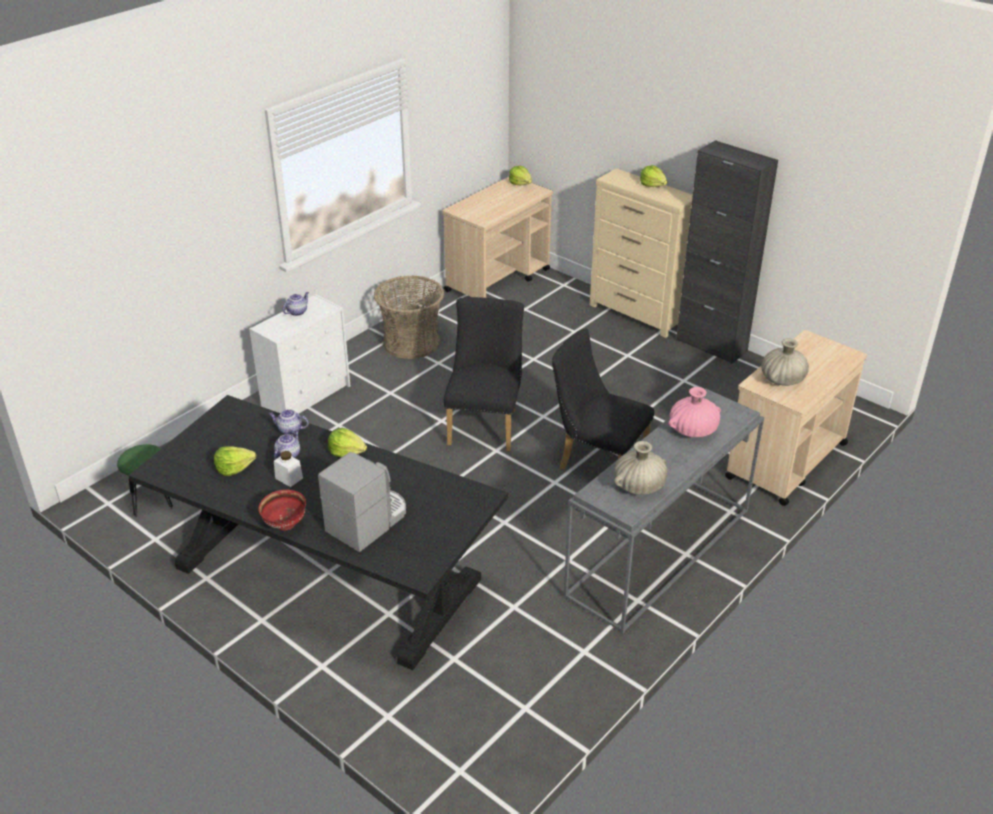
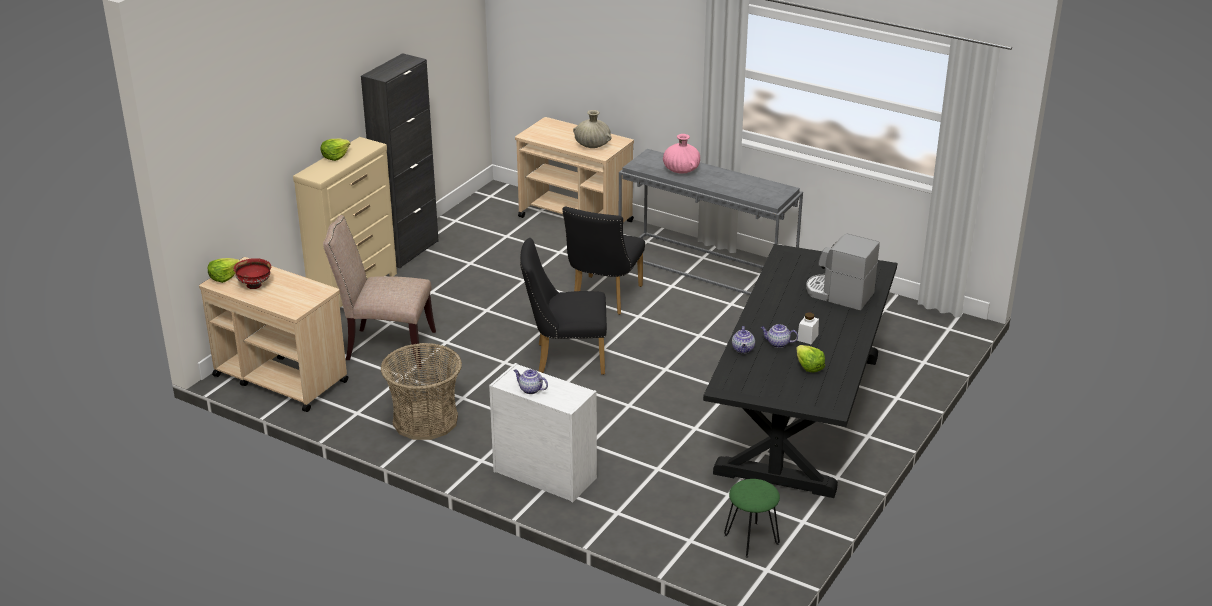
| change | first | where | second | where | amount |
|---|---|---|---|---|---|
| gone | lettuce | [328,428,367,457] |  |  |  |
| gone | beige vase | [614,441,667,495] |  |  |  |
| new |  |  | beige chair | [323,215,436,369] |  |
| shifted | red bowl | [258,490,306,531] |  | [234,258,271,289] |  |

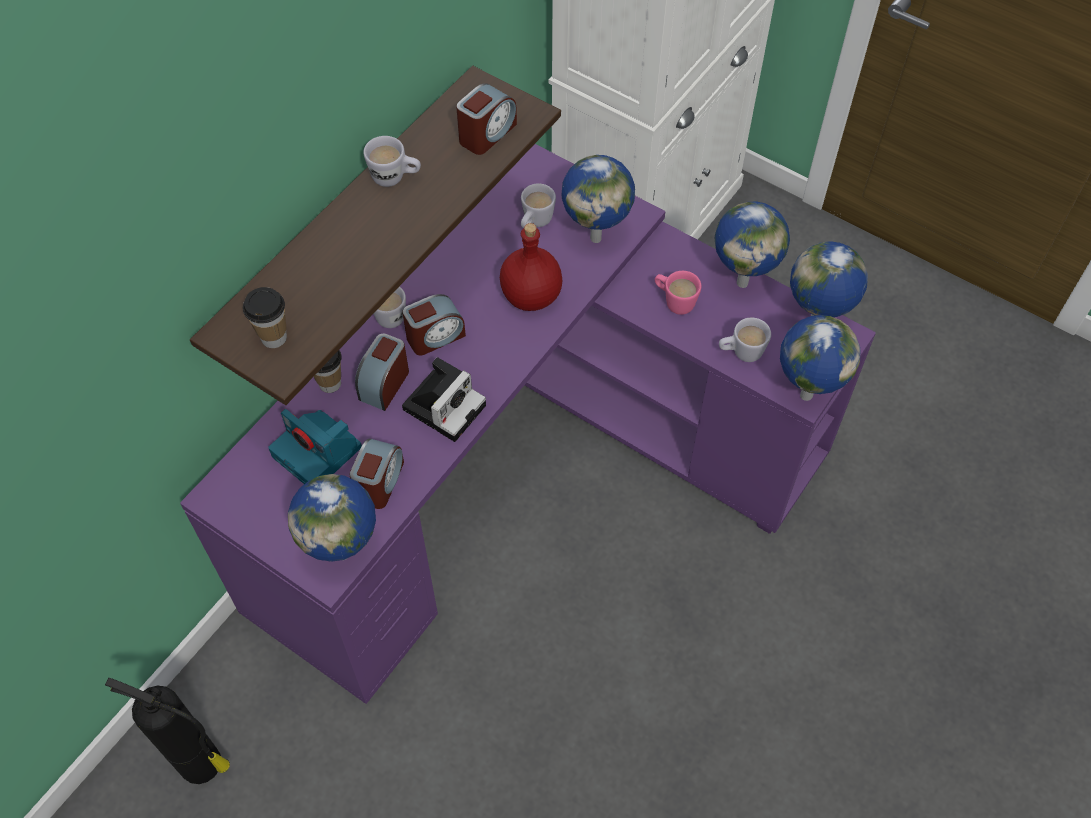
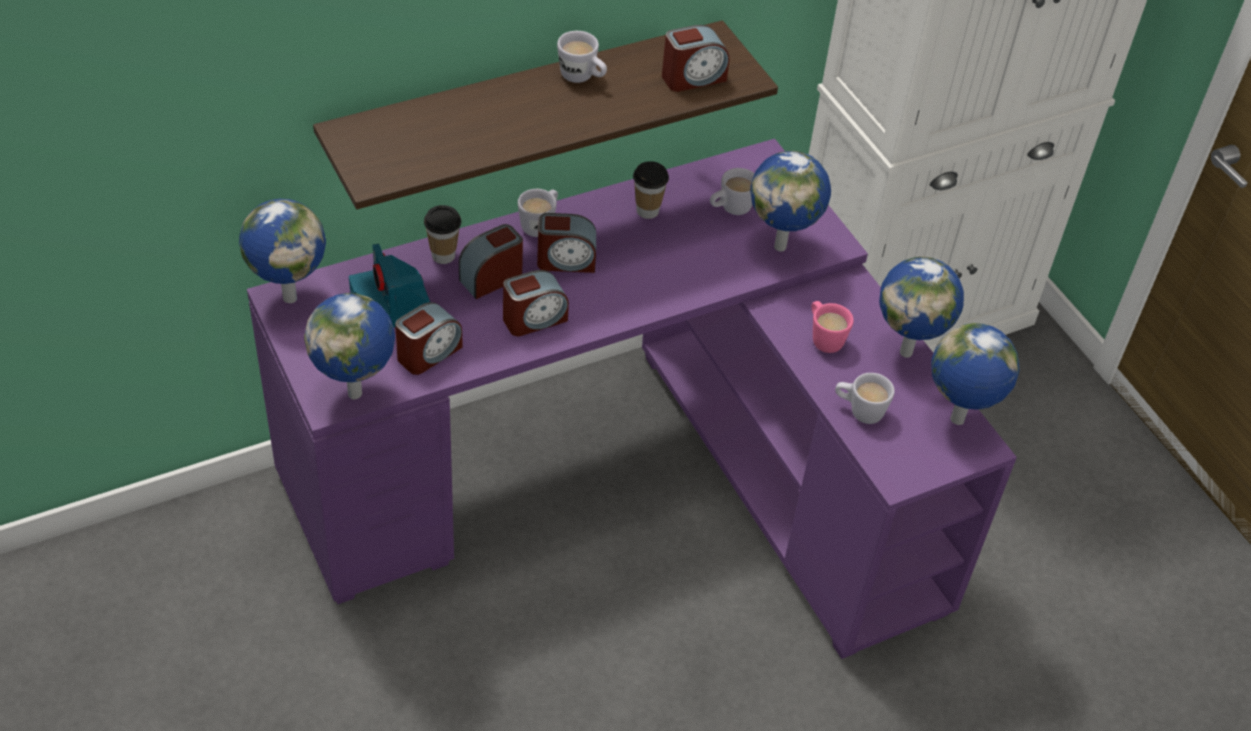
| change | first | where | second | where | amount |
|---|---|---|---|---|---|
| gone | fire extinguisher | [105,678,230,784] |  |  |  |
| gone | red bottle | [500,223,562,311] |  |  |  |
| shifted | cup | [243,287,287,348] |  | [633,161,669,219] |  |
| shifted | globe | [780,315,860,401] |  | [239,199,326,303] |  |
| swapped | photo camera | [402,357,486,442] | alarm clock | [503,270,569,336] |  |

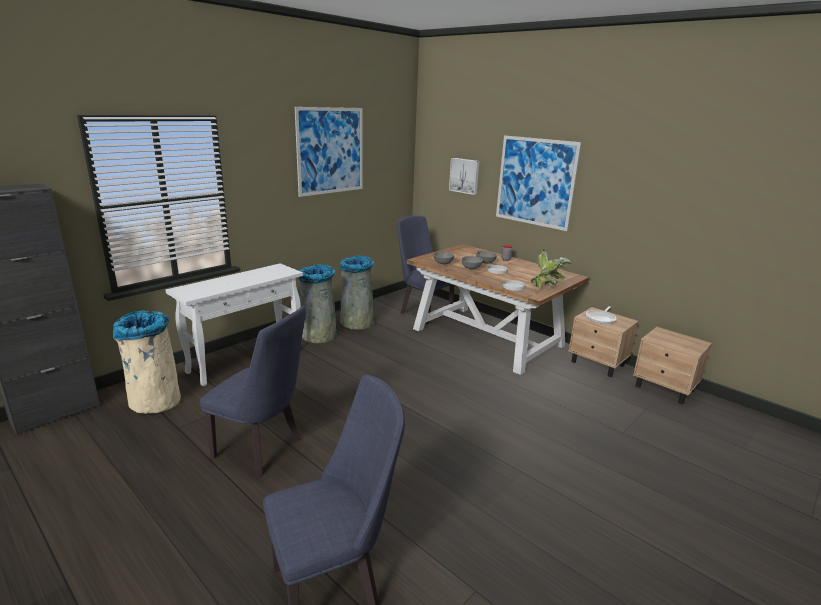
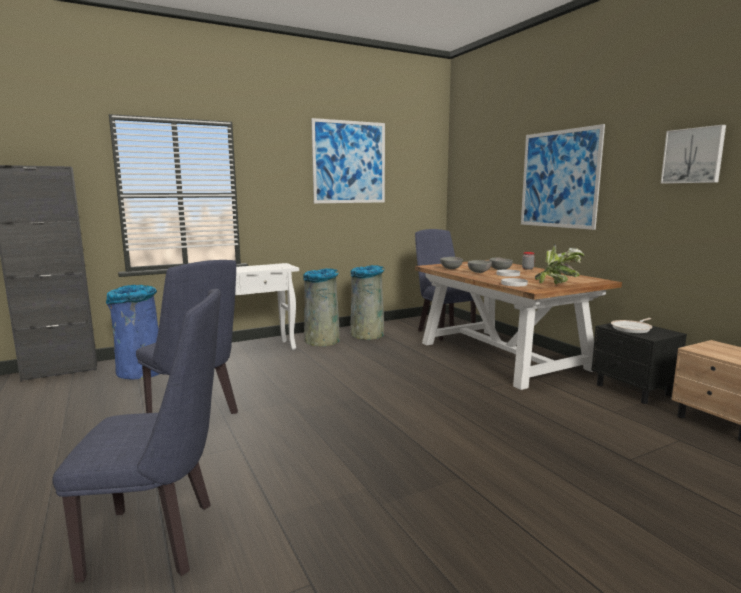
| change | first | where | second | where | amount |
|---|---|---|---|---|---|
| shifted | picture | [449,158,480,195] |  | [661,125,726,184] |  |
| repainted | beige trash can | [113,310,181,414] | blue trash can | [106,285,159,380] |  |
| repainted | beige nightstand | [569,307,639,377] | black nightstand | [591,323,687,404] |  |

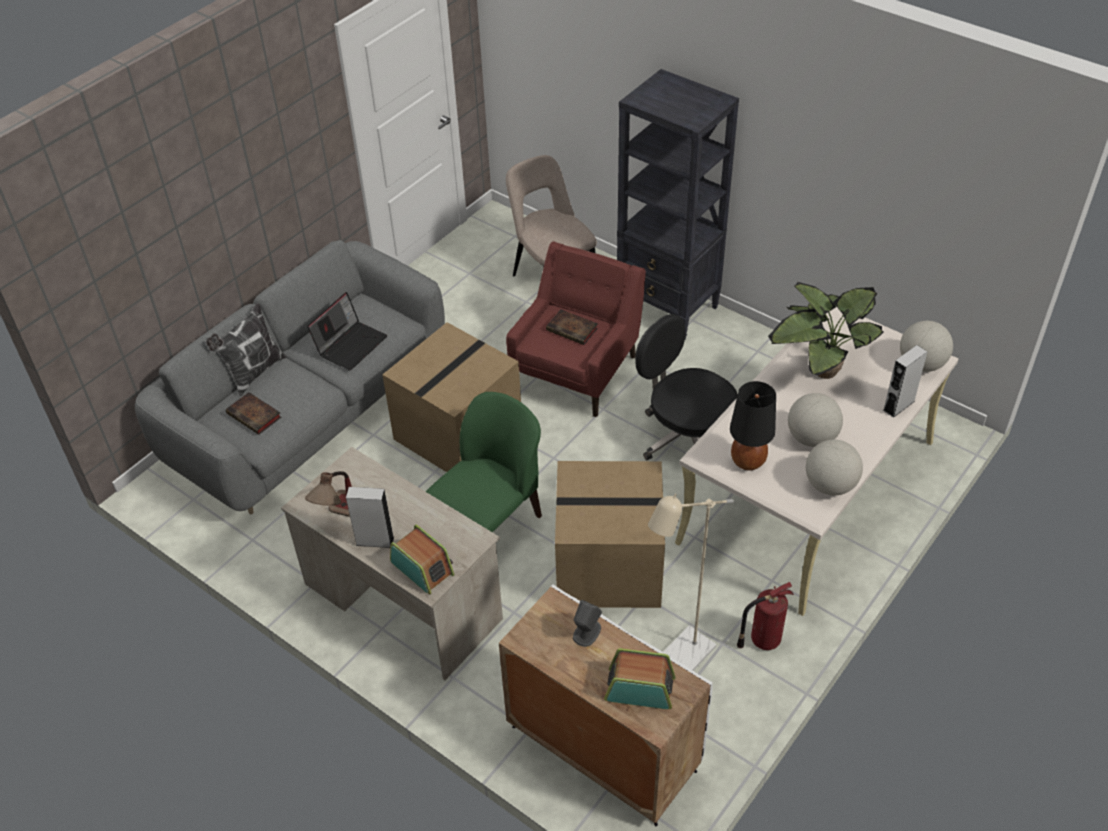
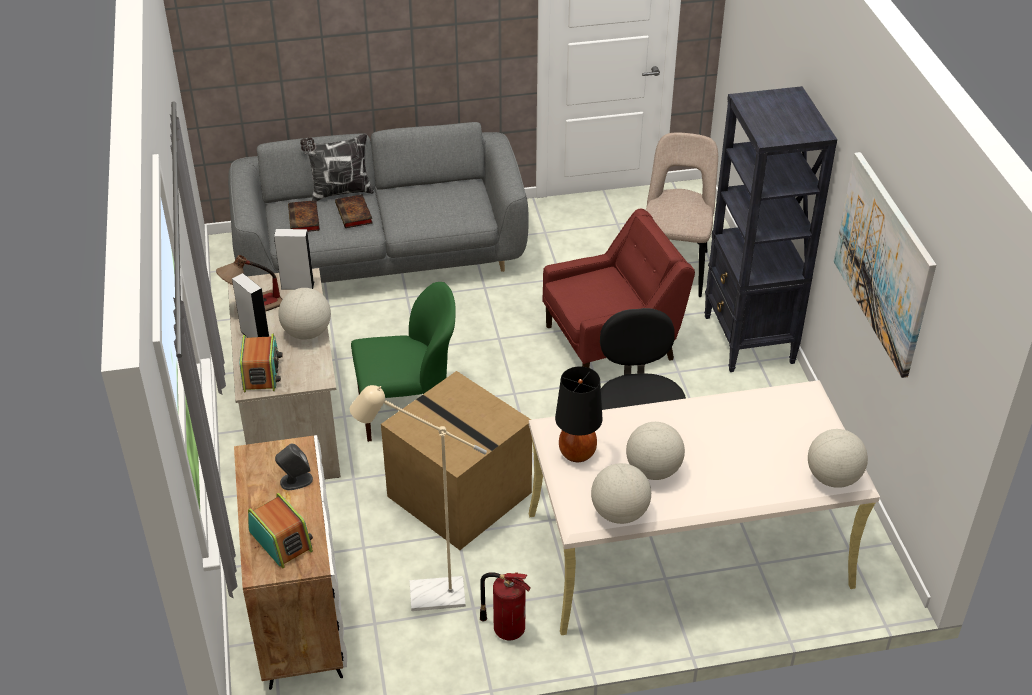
| change | first | where | second | where | amount |
|---|---|---|---|---|---|
| gone | laptop | [307,292,387,371] |  |  |  |
| gone | cardboard box | [382,322,521,472] |  |  |  |
| gone | potted plant | [768,282,884,379] |  |  |  |
| new |  |  | globe | [278,288,331,340] |  |
| new |  |  | picture | [834,152,936,378] |  |
| shifted | book | [546,309,598,345] |  | [335,194,373,228] |  |
| shifted | grey speaker | [883,345,927,418] |  | [274,229,314,290] |  |

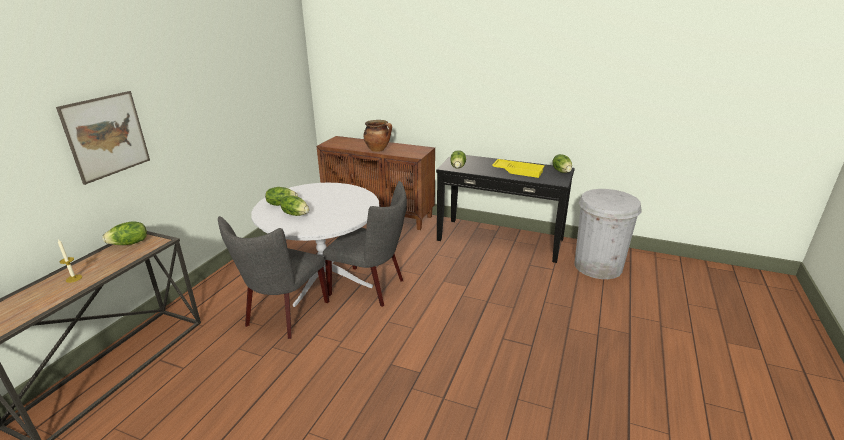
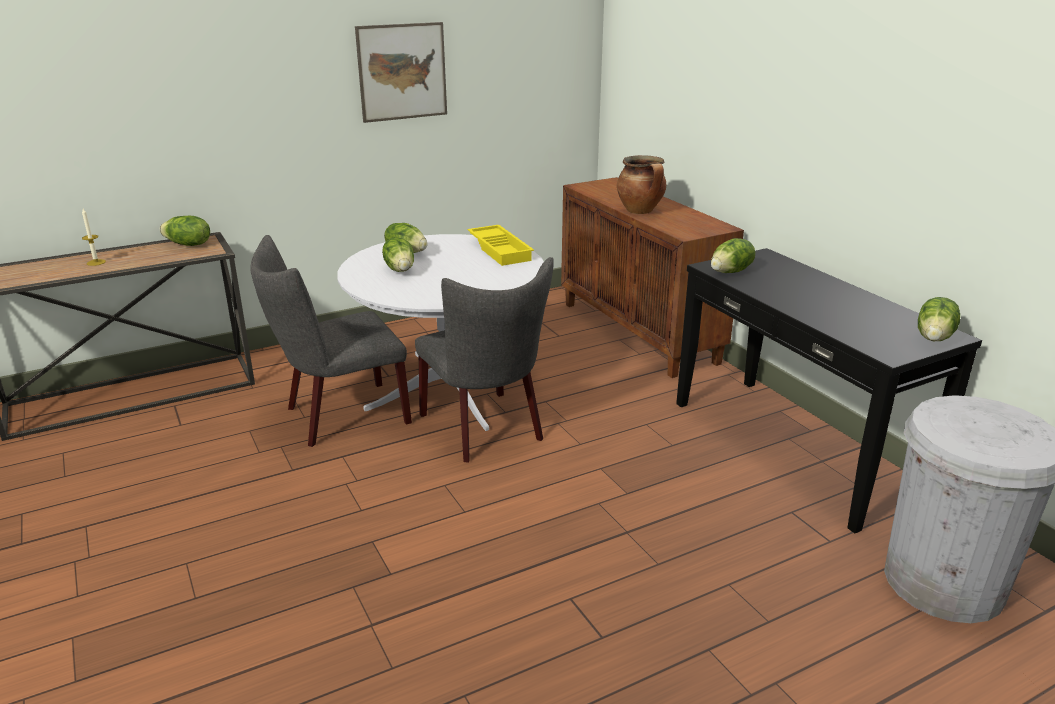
| change | first | where | second | where | amount |
|---|---|---|---|---|---|
| shifted | picture | [56,91,150,185] |  | [355,22,447,123] |  |
| shifted | yellow tray | [492,159,545,178] |  | [468,225,534,266] |  |

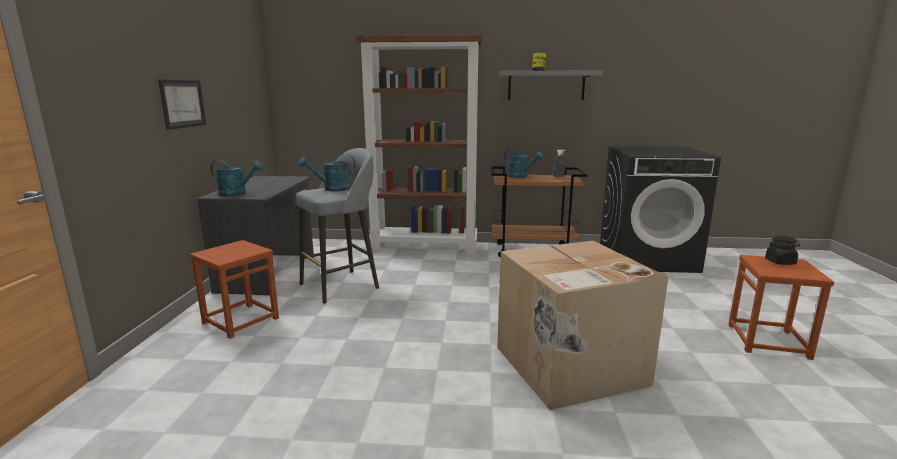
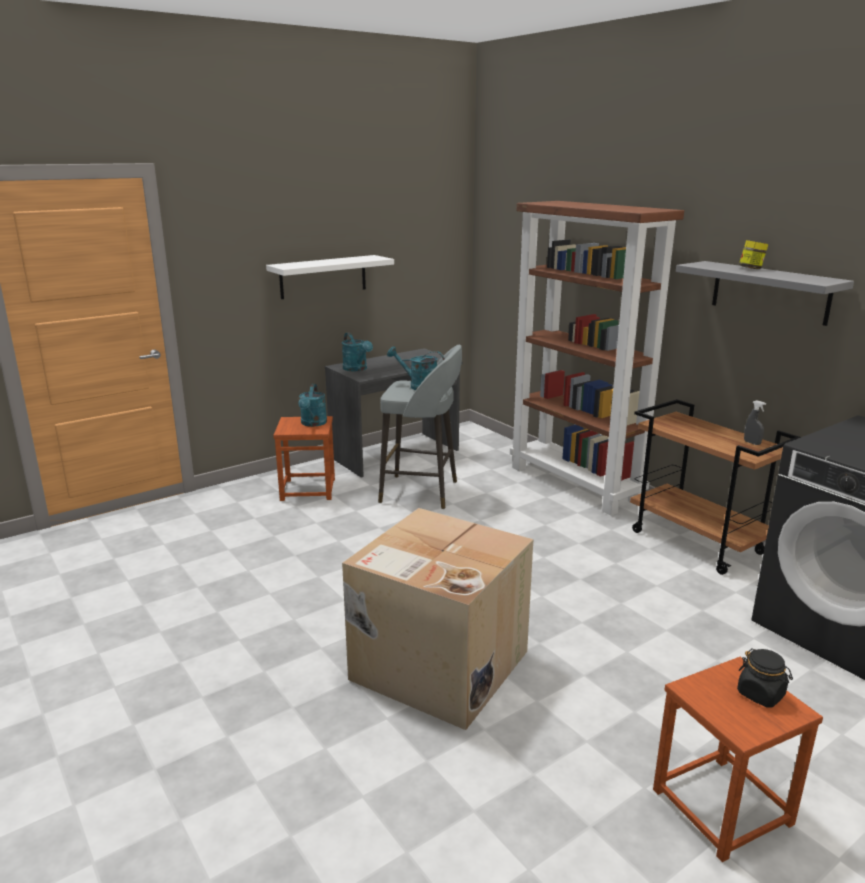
| change | first | where | second | where | amount |
|---|---|---|---|---|---|
| shifted | turquoise watering can | [504,149,544,178] |  | [298,384,327,427] |  |
| swapped | picture | [158,79,206,130] | white shelf | [266,255,394,299] |  |

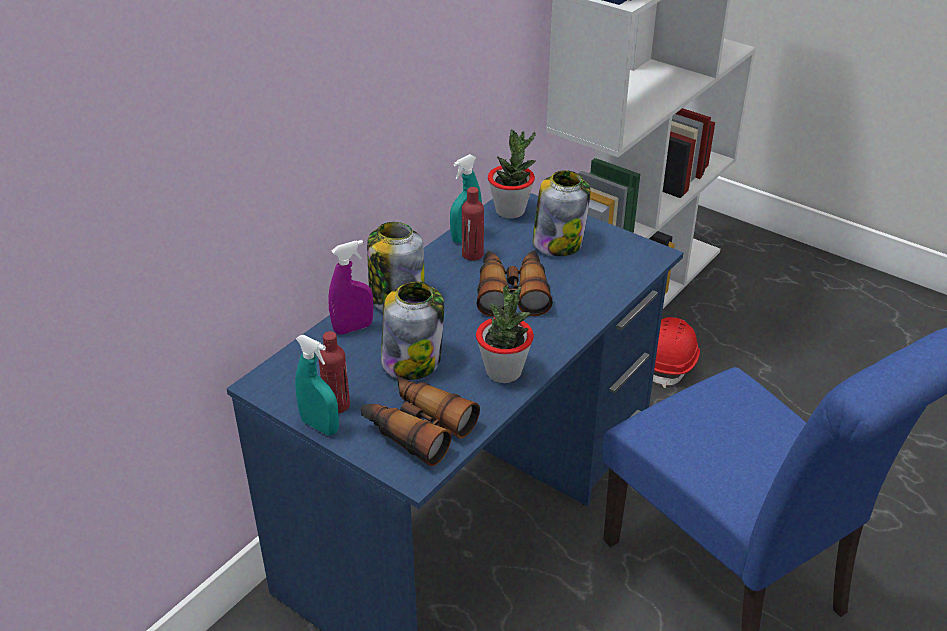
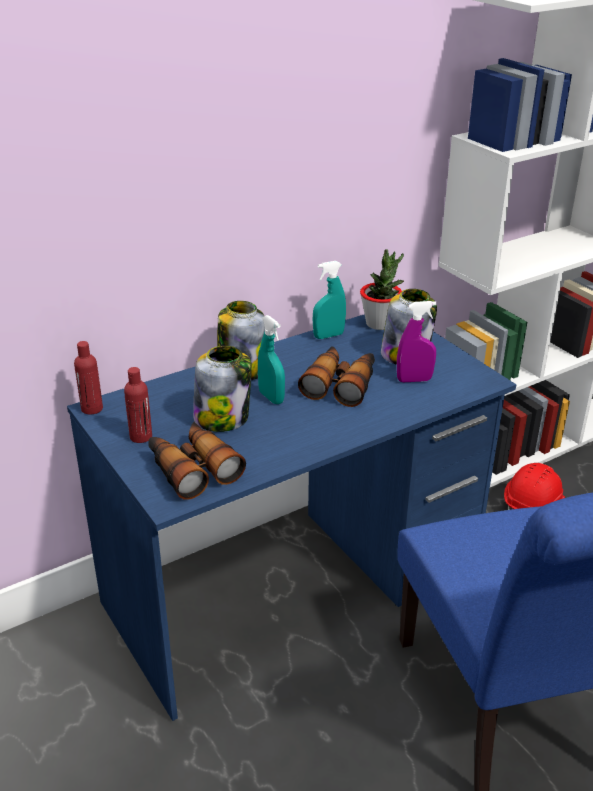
| change | first | where | second | where | amount |
|---|---|---|---|---|---|
| gone | potted plant | [476,285,534,383] |  |  |  |
| shifted | turquoise spray bottle | [295,335,339,435] |  | [258,315,285,404] |  |
| shifted | purple spray bottle | [328,240,373,335] |  | [397,301,437,382] |  |
| shifted | red bottle | [462,187,484,261] |  | [74,341,103,415] |  |

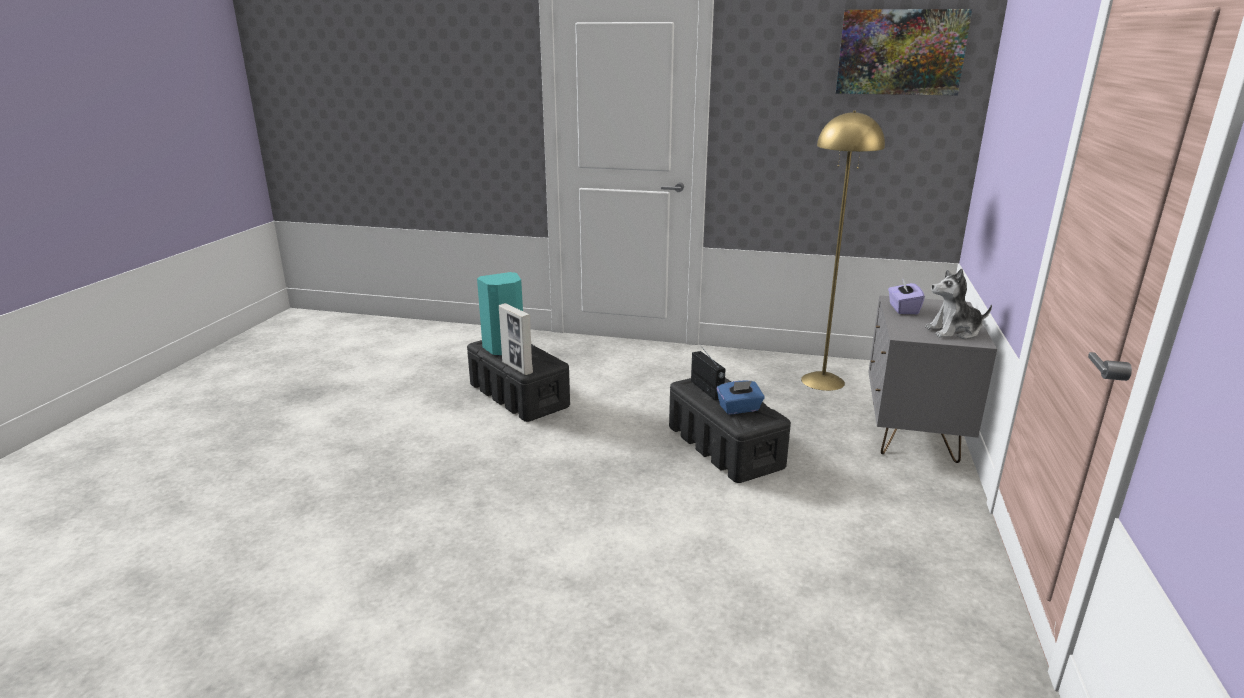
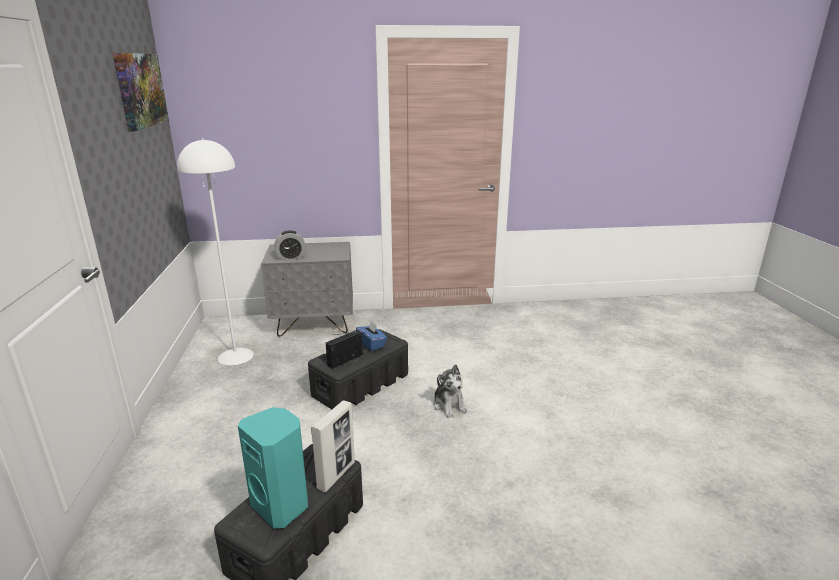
| change | first | where | second | where | amount |
|---|---|---|---|---|---|
| shifted | plush toy | [925,268,992,339] |  | [433,364,468,418] |  |
| swapped | purple tissue box | [888,278,925,314] | alarm clock | [275,231,306,260] |  |
| repainted | yellow floor lamp | [801,111,885,391] | white floor lamp | [177,138,254,366] |  |

